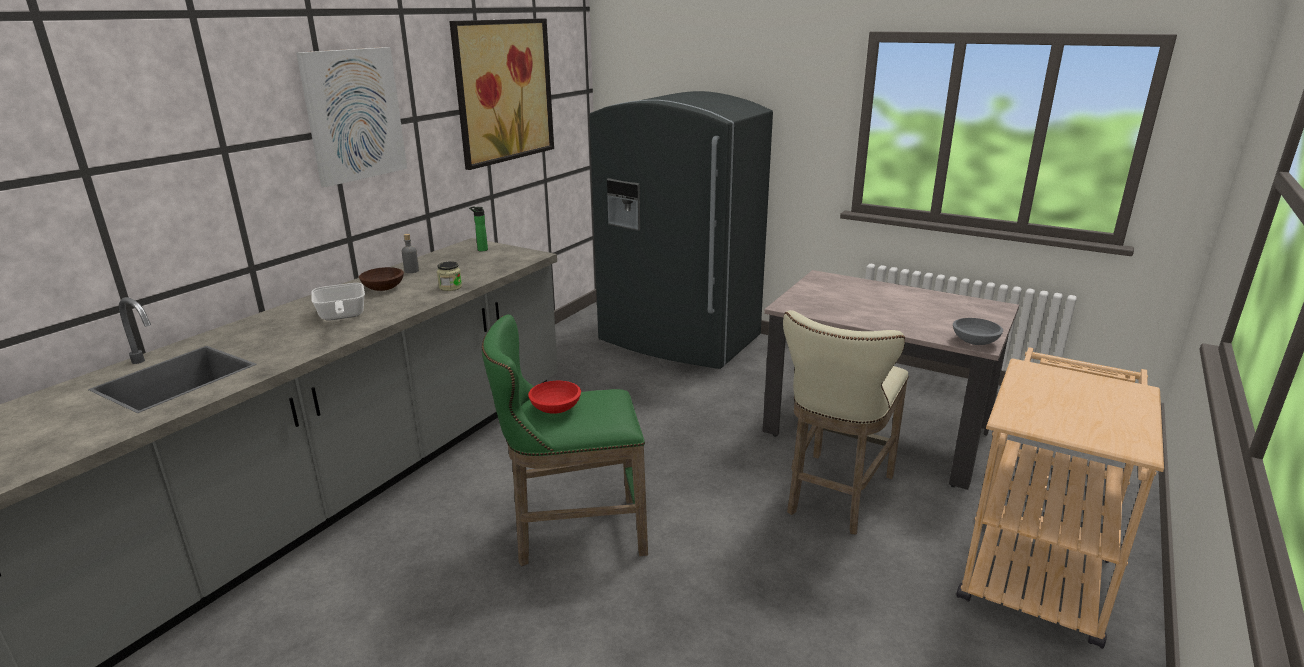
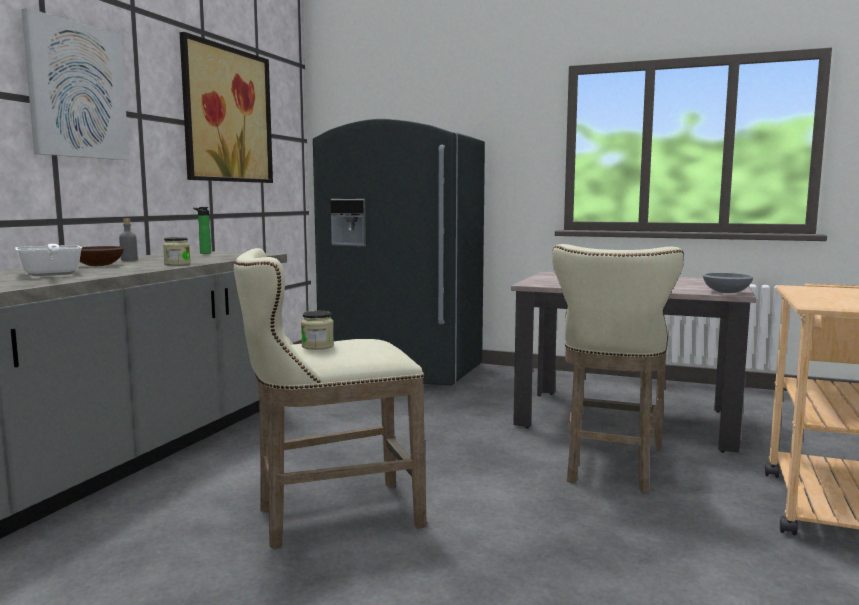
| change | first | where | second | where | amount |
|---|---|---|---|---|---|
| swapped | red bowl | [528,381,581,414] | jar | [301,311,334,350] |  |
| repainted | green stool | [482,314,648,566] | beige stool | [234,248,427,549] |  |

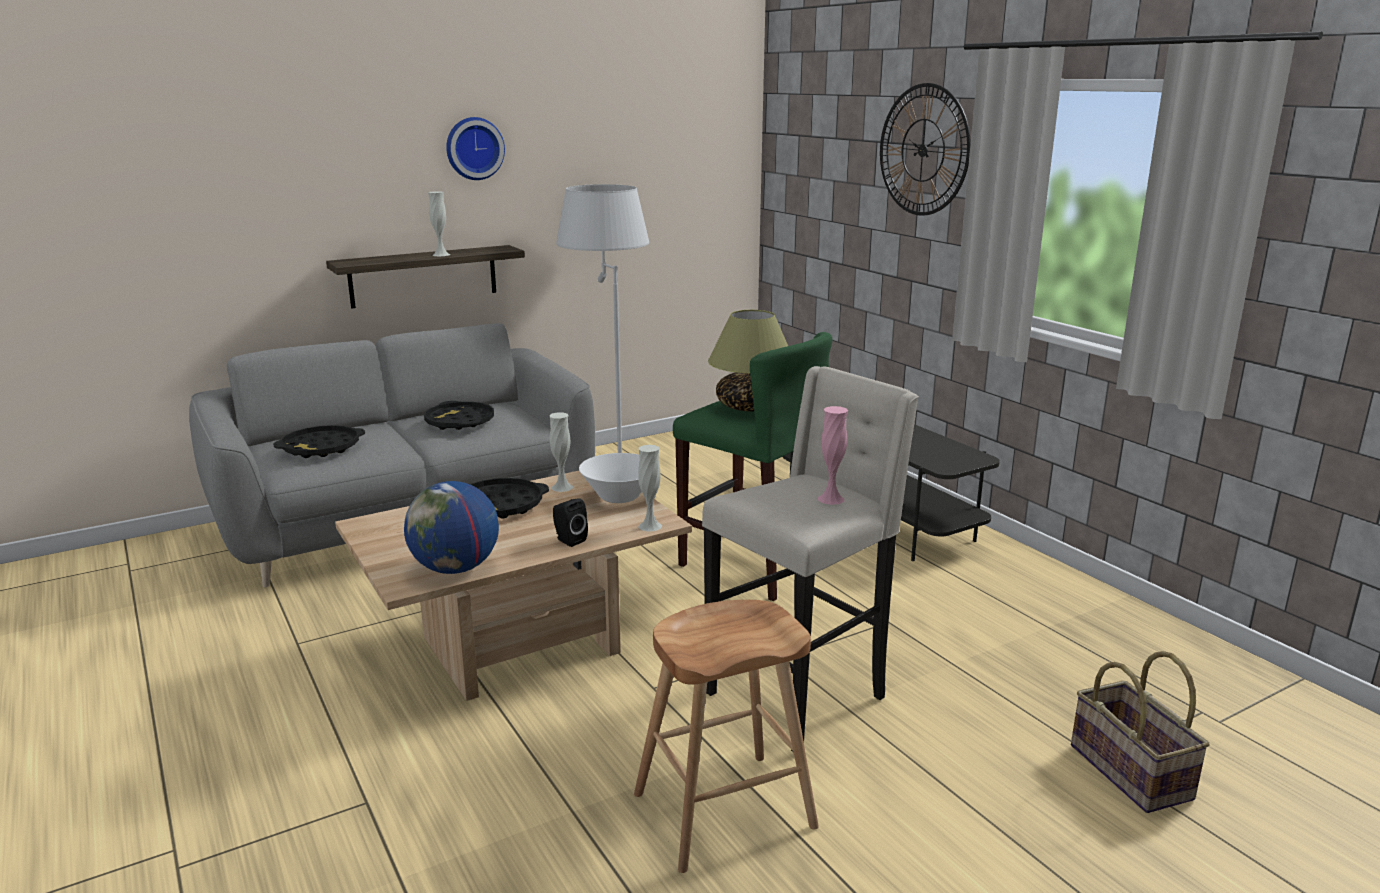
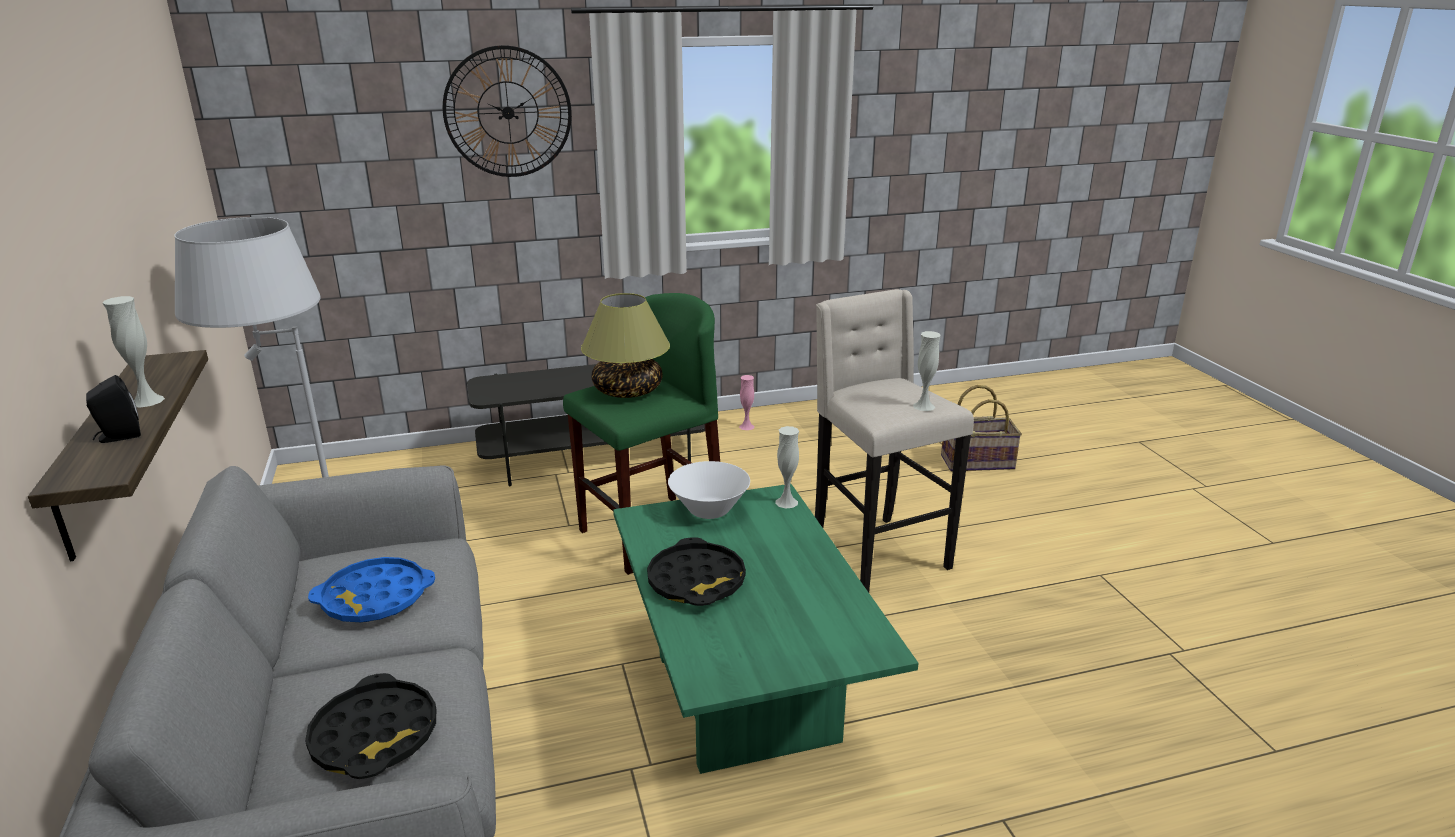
| change | first | where | second | where | amount |
|---|---|---|---|---|---|
| gone | globe | [404,481,499,574] |  |  |  |
| gone | wall clock | [446,117,505,180] |  |  |  |
| gone | brown stool | [634,600,819,873] |  |  |  |
| shifted | white vase | [549,413,573,492] |  | [913,331,941,411] |  |
| shifted | black speaker | [553,498,588,547] |  | [86,375,141,443] |  |
| shifted | pink vase | [818,406,848,505] |  | [739,375,754,430] |  |
| repainted | beige coffee table | [335,471,692,701] | green coffee table | [613,484,918,774] |  |
| repainted | black tray | [424,401,494,430] | blue tray | [308,557,435,622] |  |

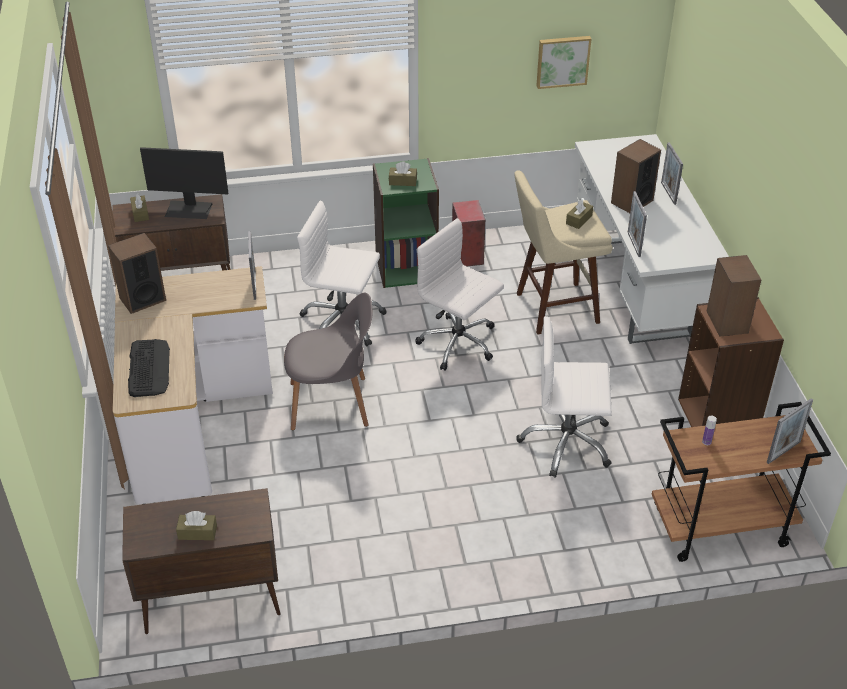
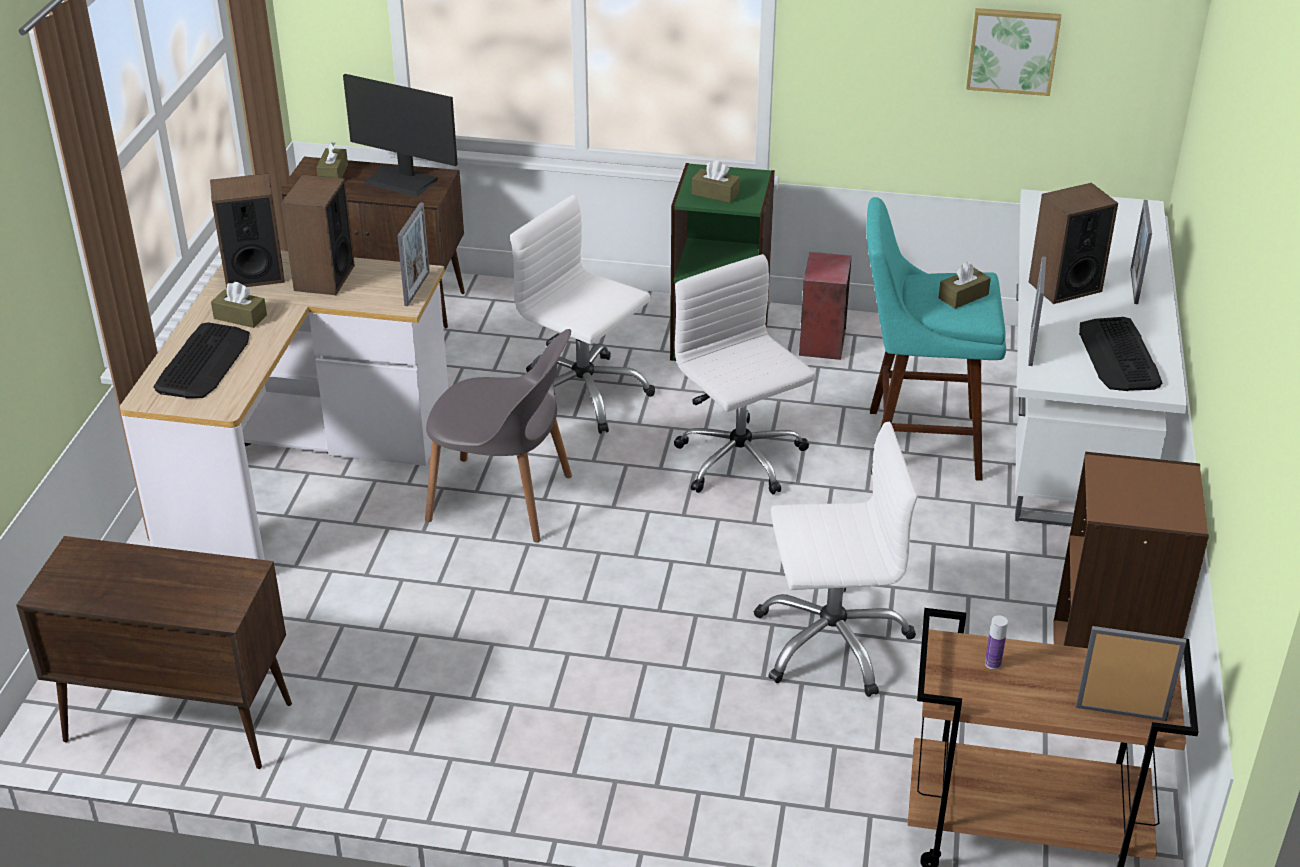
| change | first | where | second | where | amount |
|---|---|---|---|---|---|
| new |  |  | keyboard | [1079,317,1162,391] |  |
| shifted | brown tissue box | [176,511,217,540] |  | [211,282,267,328] |  |
| shifted | speaker | [706,255,761,336] |  | [281,175,355,295] |  |
| repainted | beige stool | [514,170,613,335] | turquoise stool | [866,197,1006,481] |  |
| rotated | white office chair | [517,316,612,478] |  | [754,422,918,697] | 150 degrees clockwise |
| rotated | picture frame | [766,398,813,464] |  | [1076,626,1186,721] | 150 degrees counterclockwise |

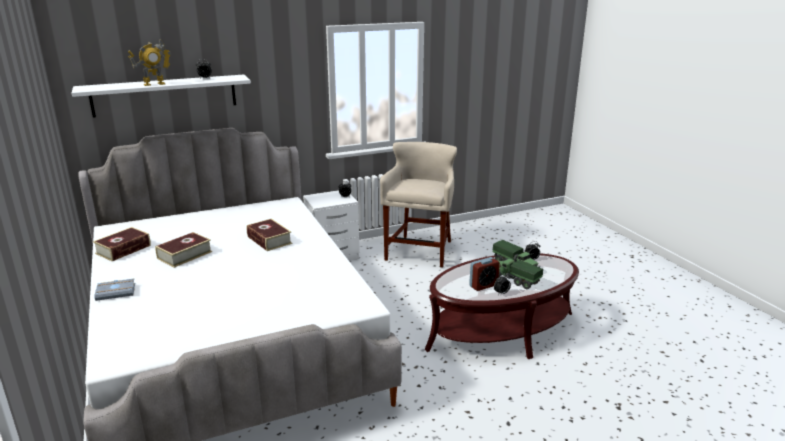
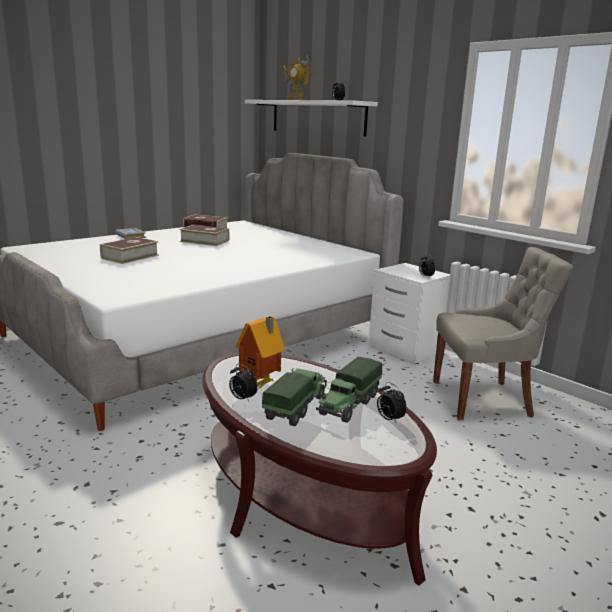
| change | first | where | second | where | amount |
|---|---|---|---|---|---|
| shifted | book | [247,218,292,251] |  | [100,237,159,264] |  |
| swapped | beige stool | [380,142,457,268] | grey chair | [433,247,573,420] |  |
| swapped | alarm clock | [469,257,500,291] | toy house | [236,316,285,389] |  |

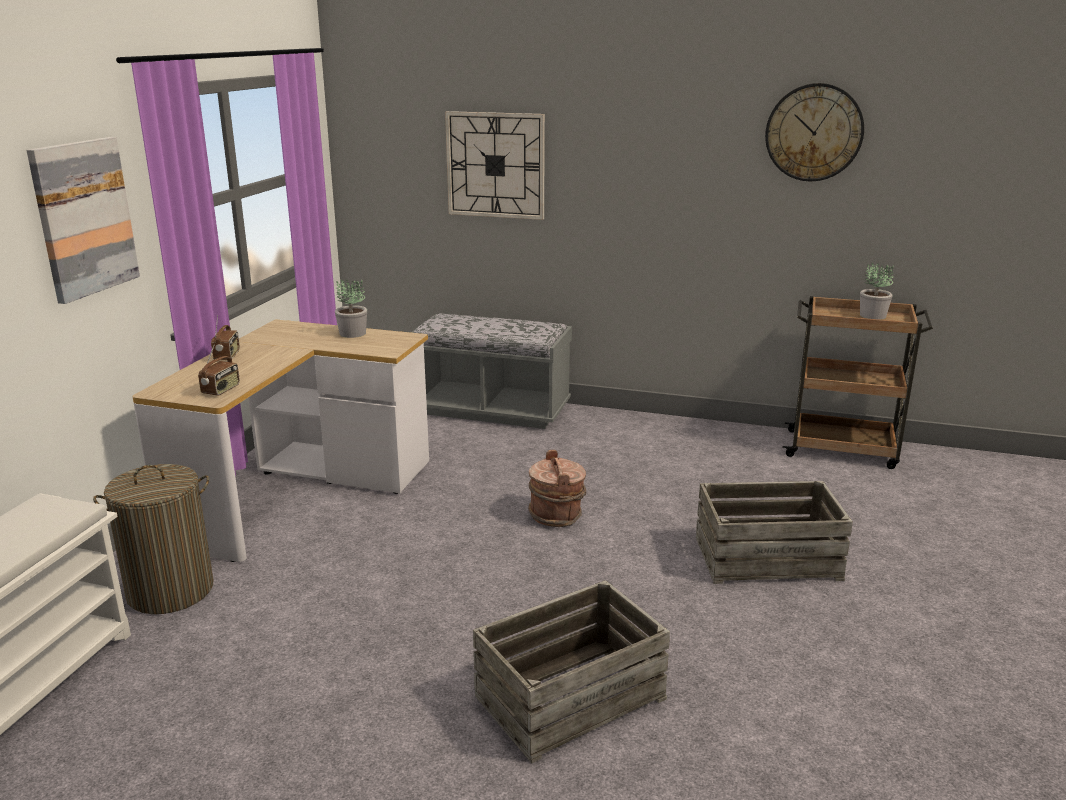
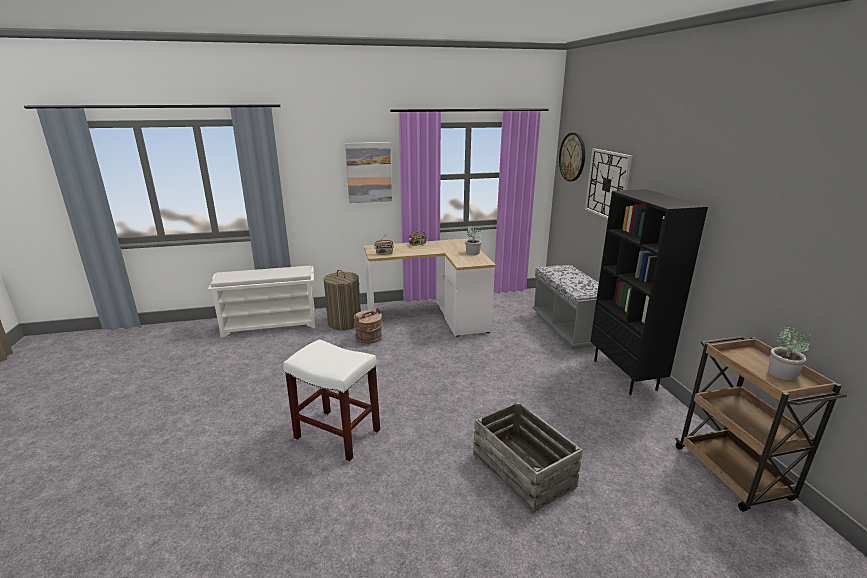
| change | first | where | second | where | amount |
|---|---|---|---|---|---|
| new |  |  | black bookcase | [590,189,708,395] |  |
| shifted | brown bucket | [528,450,586,527] |  | [354,308,383,344] |  |
| shifted | wall clock | [765,83,864,181] |  | [559,133,585,181] |  |
| swapped | crate | [473,580,670,763] | white stool | [284,339,380,462] |  |

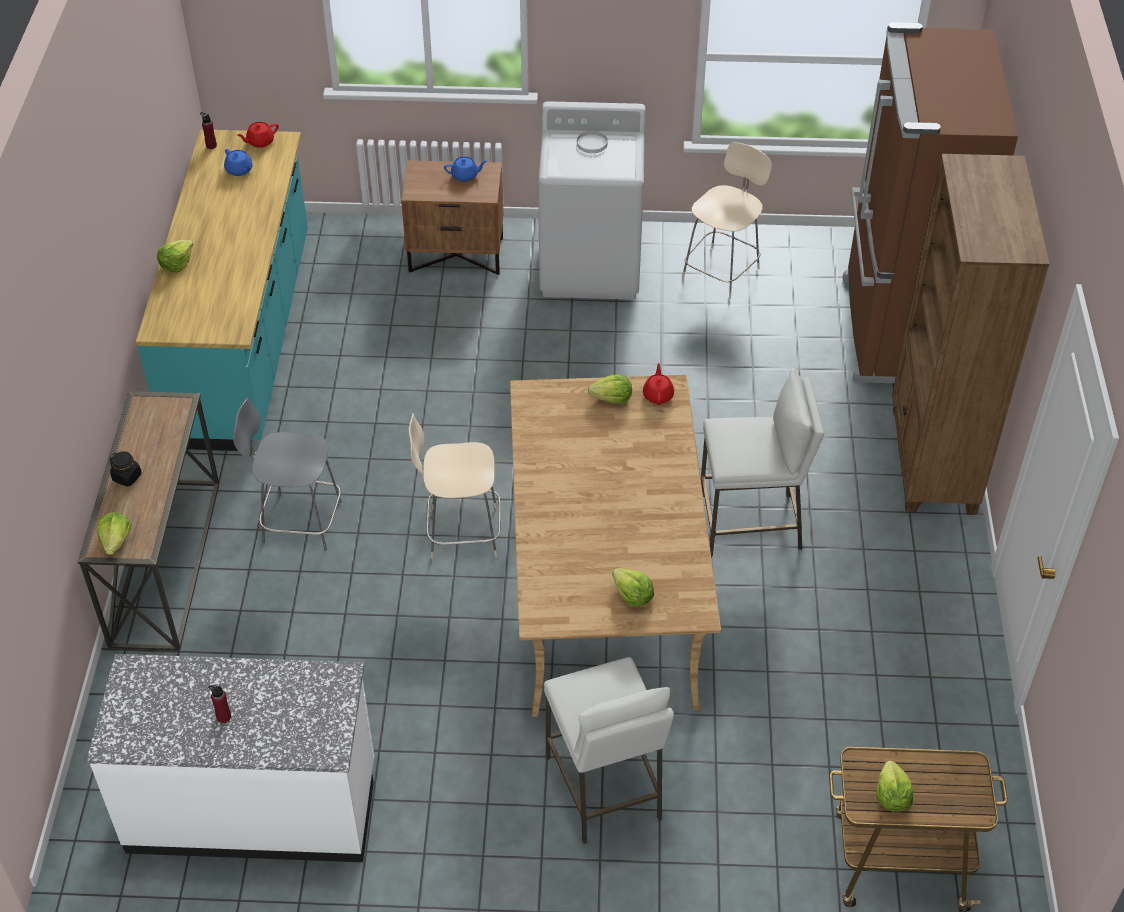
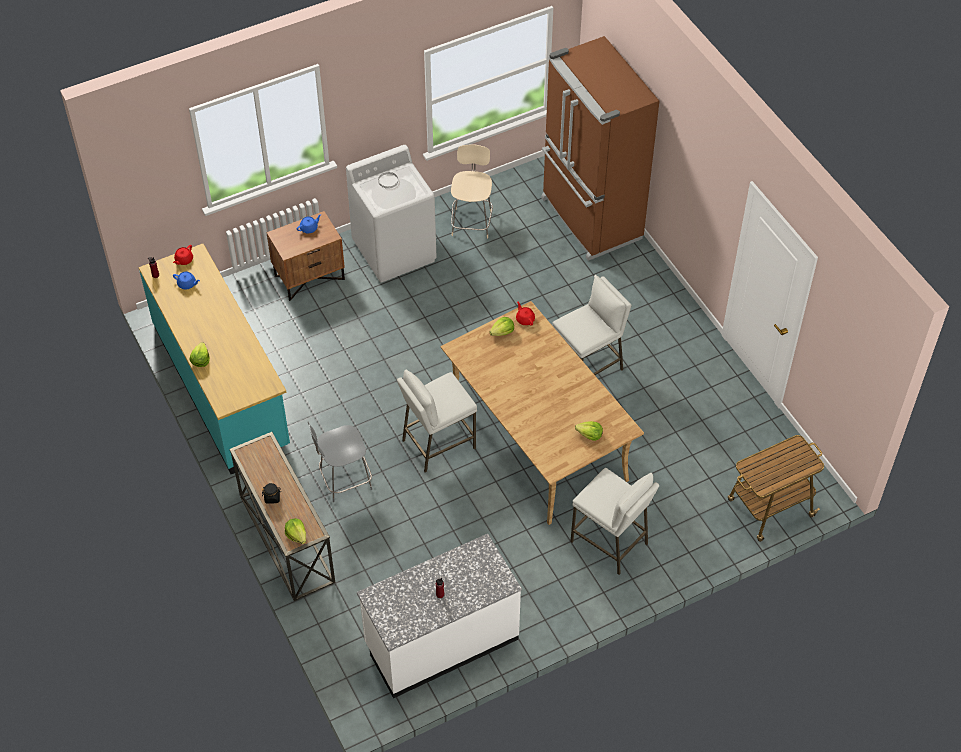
| change | first | where | second | where | amount |
|---|---|---|---|---|---|
| gone | lettuce | [877,761,913,812] |  |  |  |
| gone | brown bookcase | [892,154,1050,515] |  |  |  |
| swapped | beige chair | [409,413,501,558] | white stool | [397,370,477,473] |  |

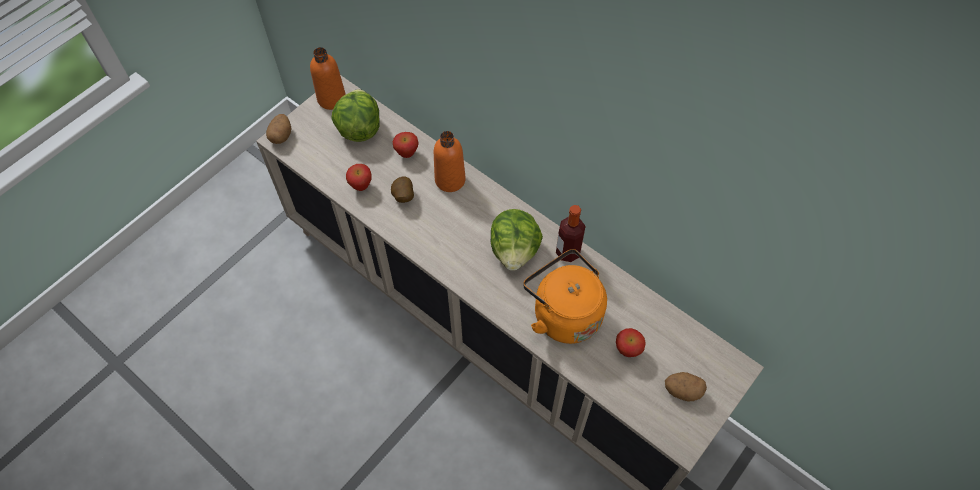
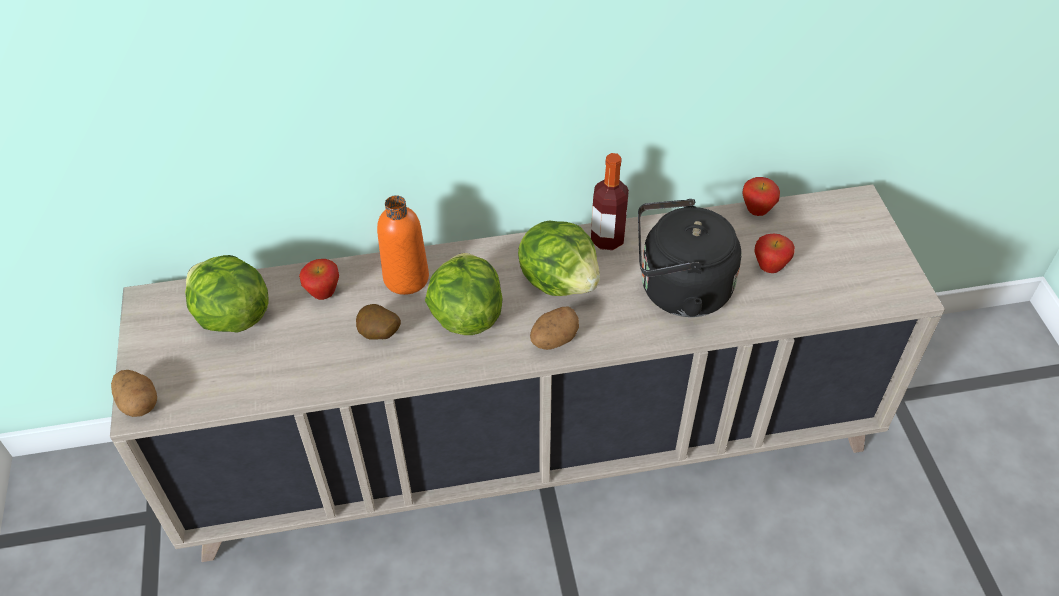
| change | first | where | second | where | amount |
|---|---|---|---|---|---|
| gone | orange bottle | [310,47,346,110] |  |  |  |
| new |  |  | lettuce | [425,253,503,335] |  |
| shifted | apple | [346,164,372,191] |  | [742,177,780,216] |  |
| shifted | potato | [665,372,707,401] |  | [530,306,579,350] |  |
| repainted | orange kettle | [523,249,607,344] | black kettle | [638,199,742,317] |  |

